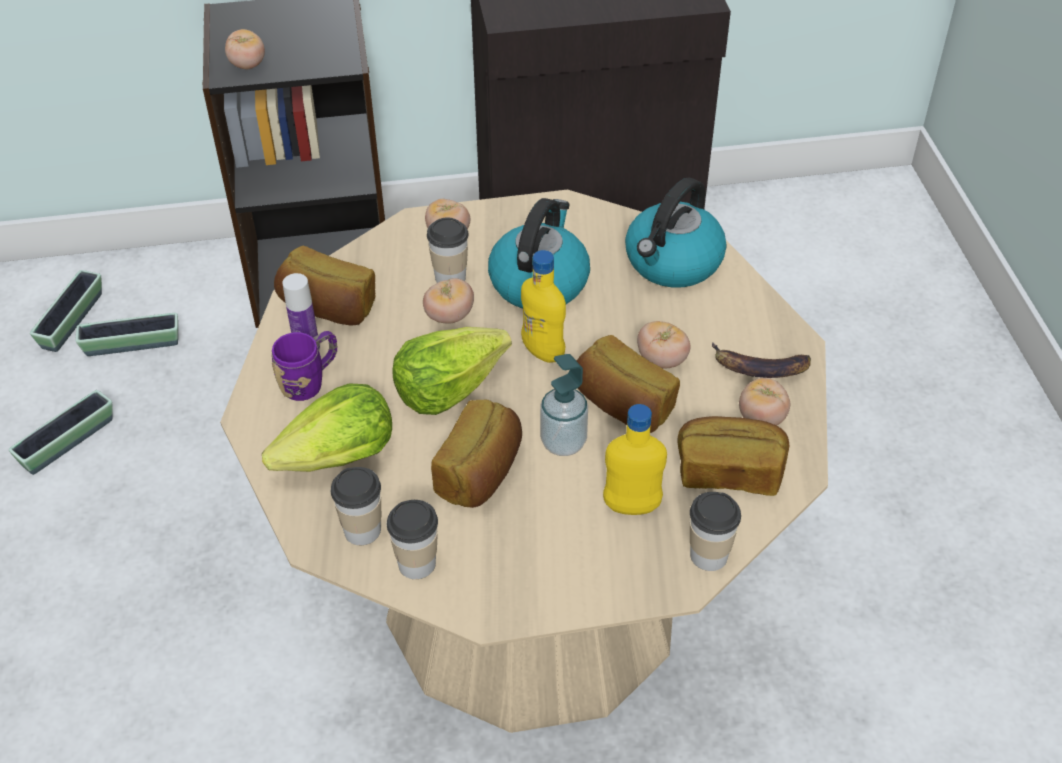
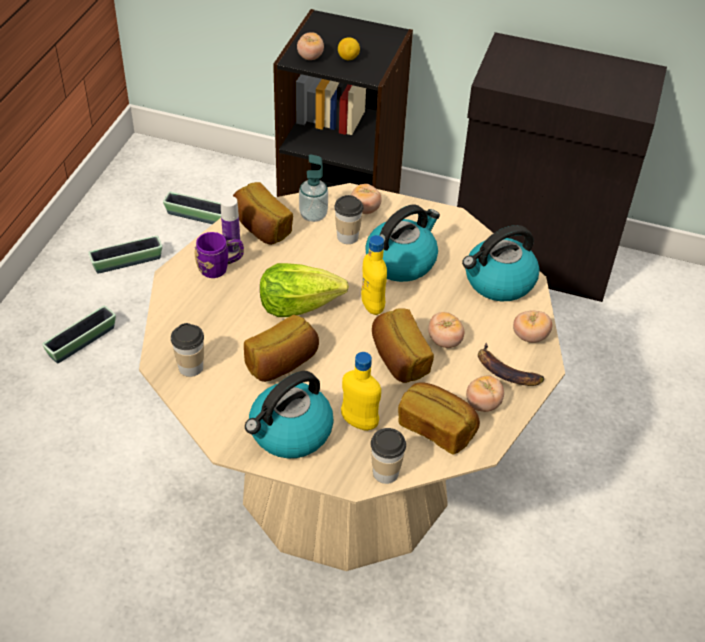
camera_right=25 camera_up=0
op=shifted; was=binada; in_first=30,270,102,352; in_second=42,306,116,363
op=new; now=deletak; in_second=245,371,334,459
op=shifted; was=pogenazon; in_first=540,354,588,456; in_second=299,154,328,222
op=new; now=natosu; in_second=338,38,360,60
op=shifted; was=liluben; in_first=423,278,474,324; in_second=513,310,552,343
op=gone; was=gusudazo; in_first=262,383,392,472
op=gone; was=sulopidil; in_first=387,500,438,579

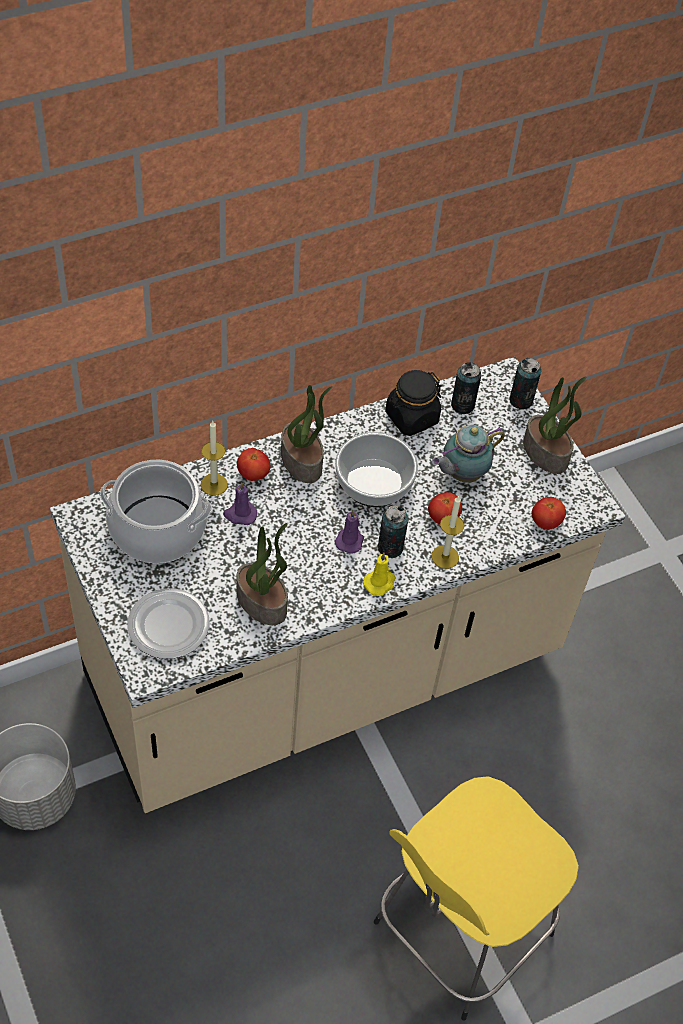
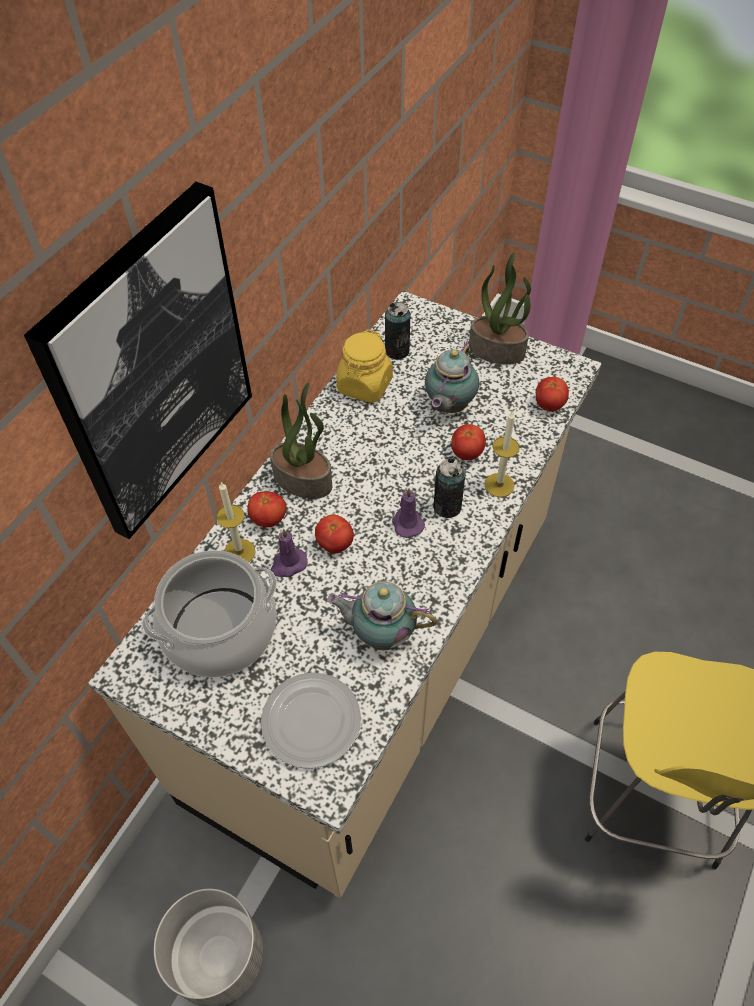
camera_right=-30 camera_up=0
op=new; now=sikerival; in_second=24,182,252,539
op=new; now=liluben; in_second=315,514,354,553
op=swapped; was=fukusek; now=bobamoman; in_first=236,523,288,625; in_second=327,581,437,650
op=repainted; was=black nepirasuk; now=yellow nepirasuk; in_first=385,370,442,436; in_second=336,329,393,403
op=gone; was=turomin; in_first=335,432,418,507
op=gone; was=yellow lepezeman; in_first=363,553,395,596
op=gone; was=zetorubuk; in_first=509,358,541,409

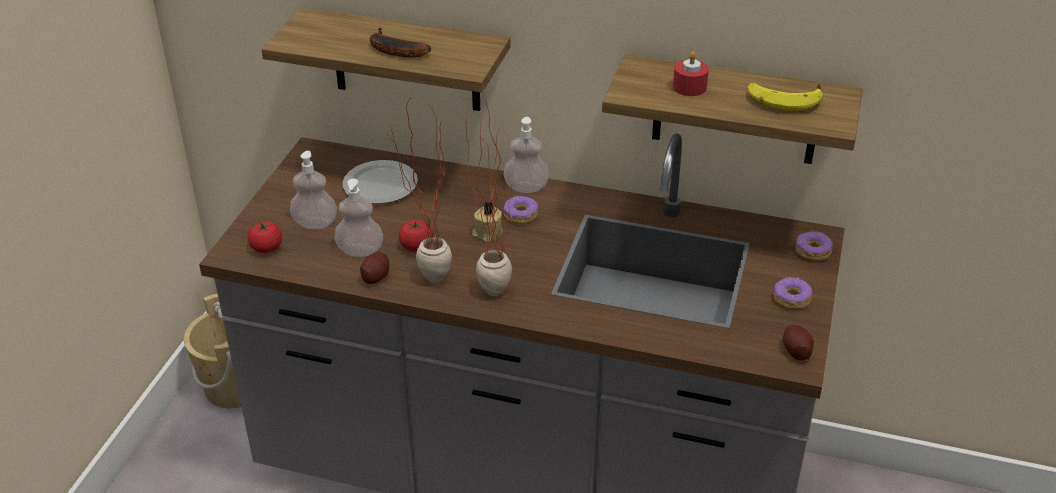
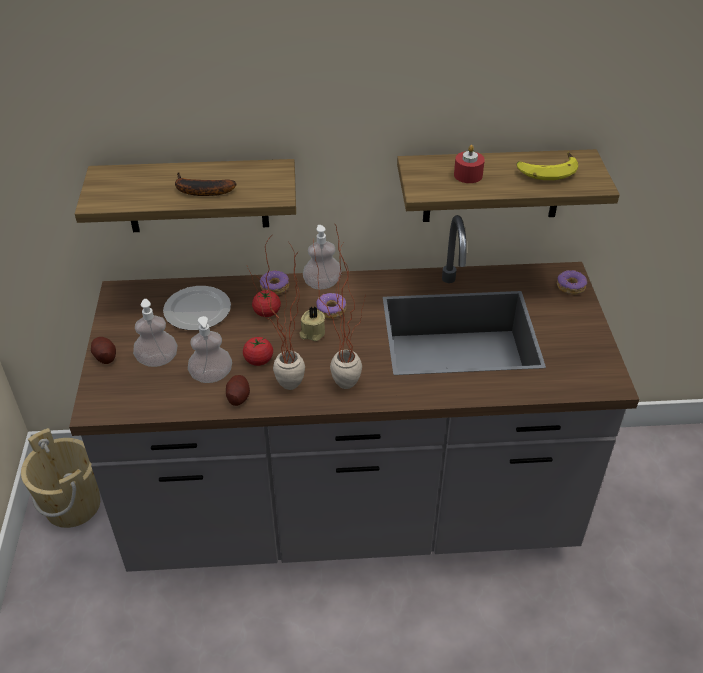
camera_right=-20 camera_up=5
op=shifted; was=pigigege; in_first=783,325,814,361; in_second=91,337,116,364
op=shifted; was=liluben; in_first=247,221,282,253; in_second=252,290,281,317
op=shifted; was=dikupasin; in_first=773,277,813,309; in_second=260,270,289,295

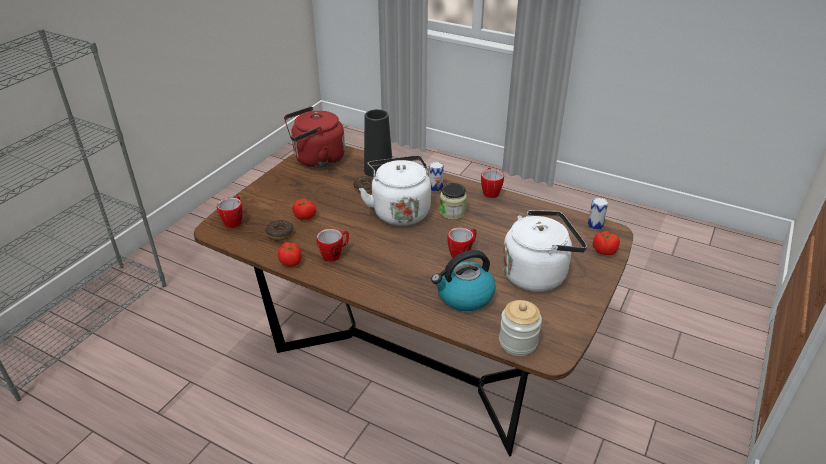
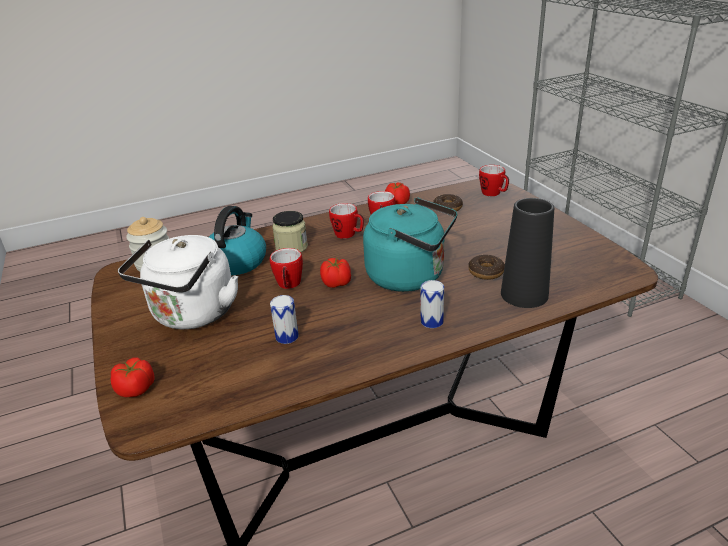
camera_right=130 camera_up=-5
op=shifted; was=zetorubuk; in_first=588,197,608,230; in_second=270,295,299,344
op=shifted; was=nepirasuk; in_first=440,183,467,220; in_second=272,211,308,252
op=shifted; was=liluben; in_first=292,198,316,220; in_second=320,257,351,288
op=shifted; was=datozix; in_first=481,167,504,198; in_second=329,203,364,239
op=repainted; was=white deletak; now=turquoise deletak; in_first=359,155,431,226; in_second=363,197,457,292
op=gone; was=red deletak; in_first=284,106,345,168

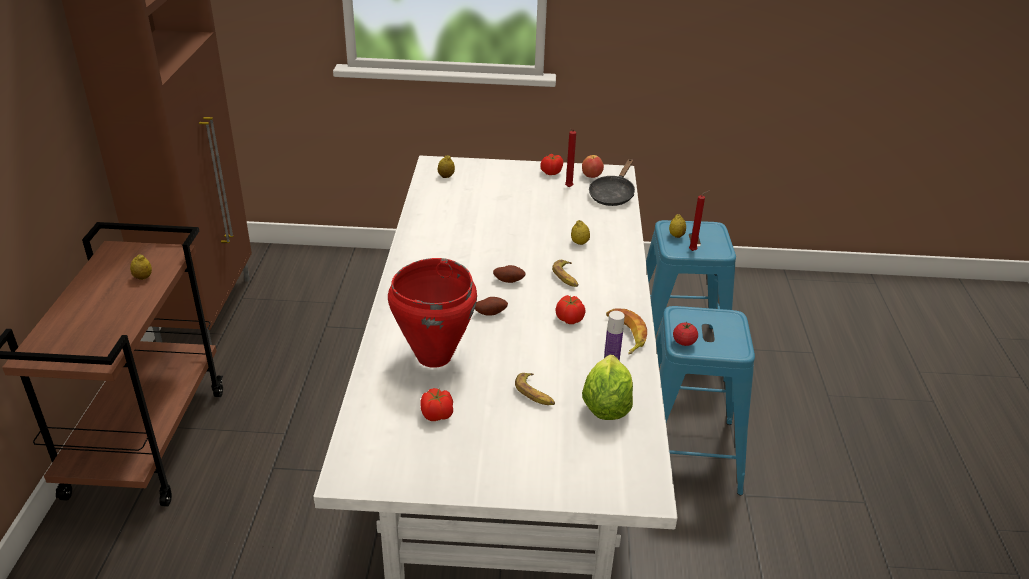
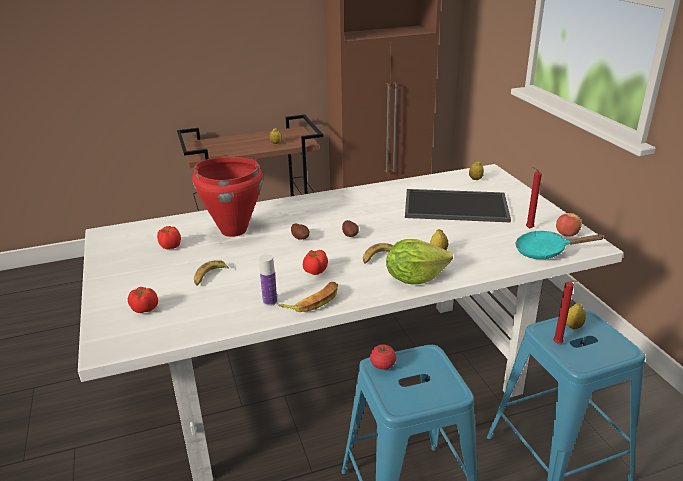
camera_right=70 camera_up=-5
op=shifted; was=liluben; in_first=541,154,563,175; in_second=128,287,158,313
op=shifted; was=gusudazo; in_first=582,355,633,420; in_second=386,239,453,284
op=new; now=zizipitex; in_second=405,189,511,223
op=repainted; was=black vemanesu; now=turquoise vemanesu; in_first=589,159,635,206; in_second=515,231,605,259

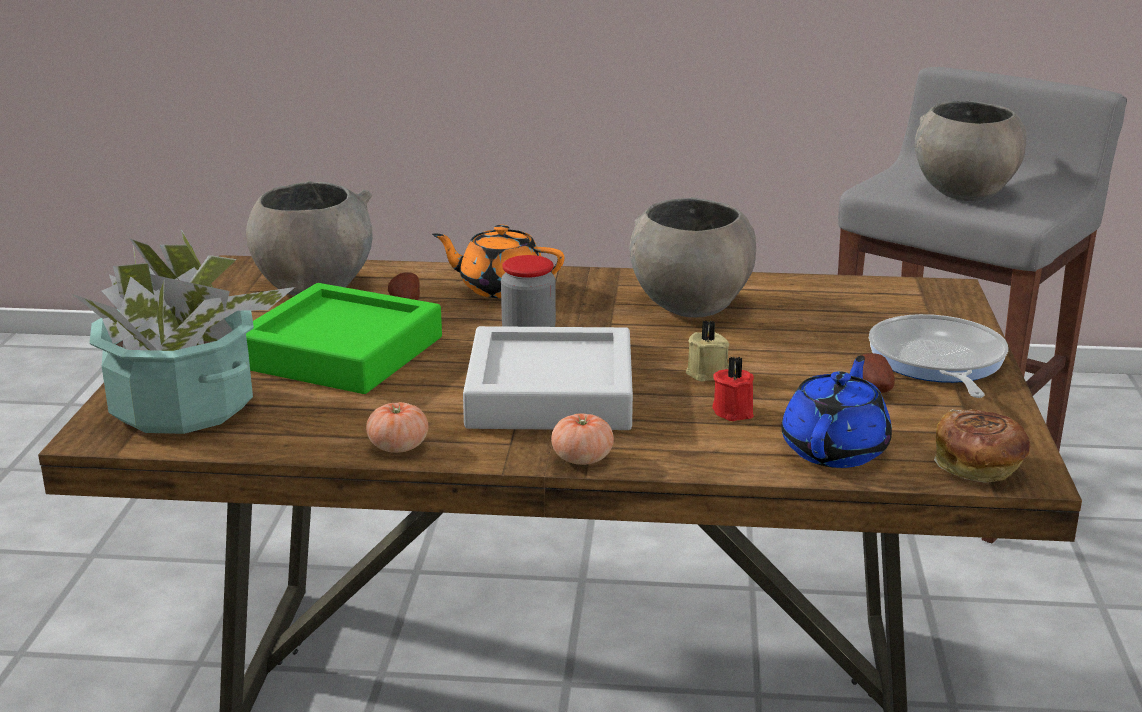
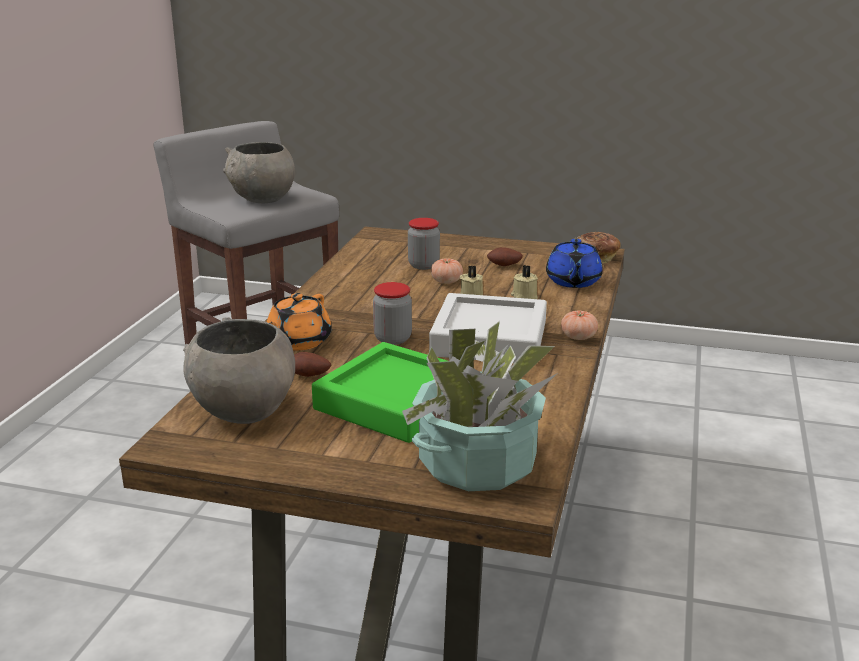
camera_right=-80 camera_up=0
op=new; now=nepirasuk; in_second=408,218,440,270
op=shifted; was=liluben; in_first=366,402,428,453; in_second=431,258,463,284
op=repainted; was=red lepezeman; now=beige lepezeman; in_first=712,356,754,421; in_second=511,265,538,299
op=rotated; was=blue bobamoman; in_first=781,355,892,468; in_second=546,239,603,288; clockwise=-120
op=gone; was=grey turomin; in_first=630,197,756,317
op=gone; was=vemanesu; in_first=869,314,1008,398

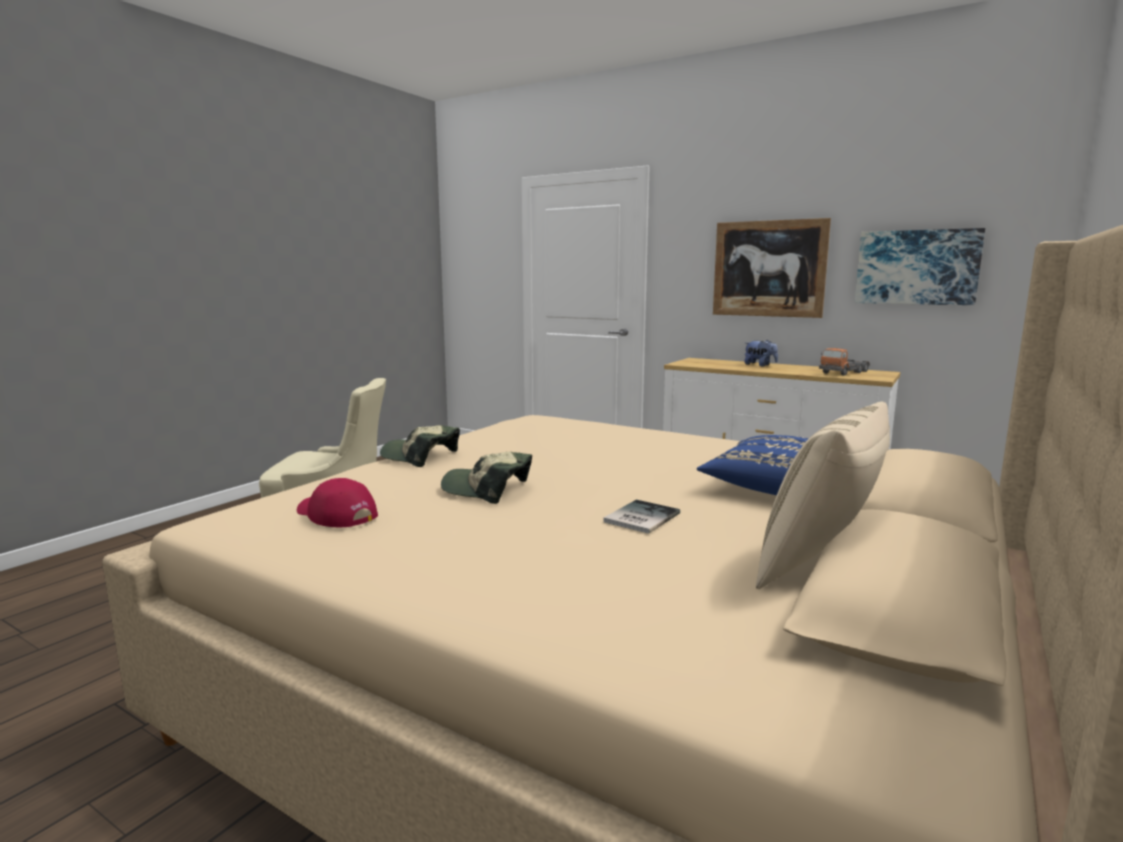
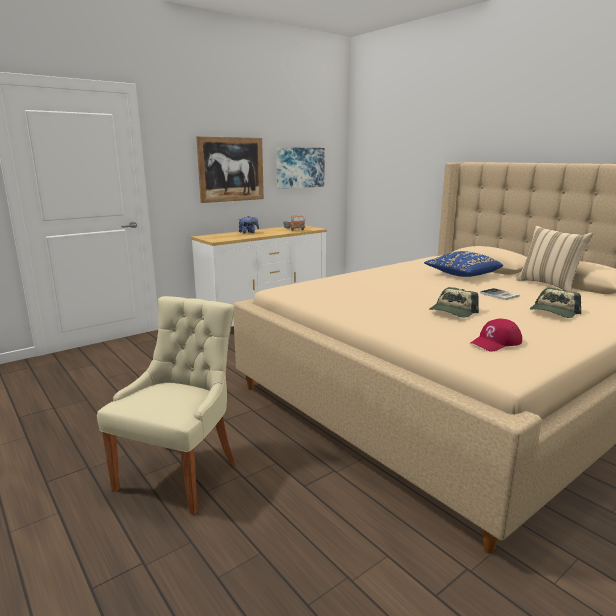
camera_right=-70 camera_up=5
op=shifted; was=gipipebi; in_first=380,425,460,467; in_second=530,288,581,318

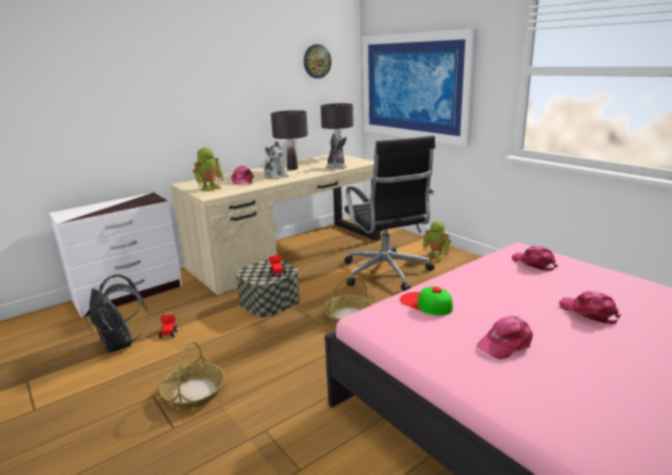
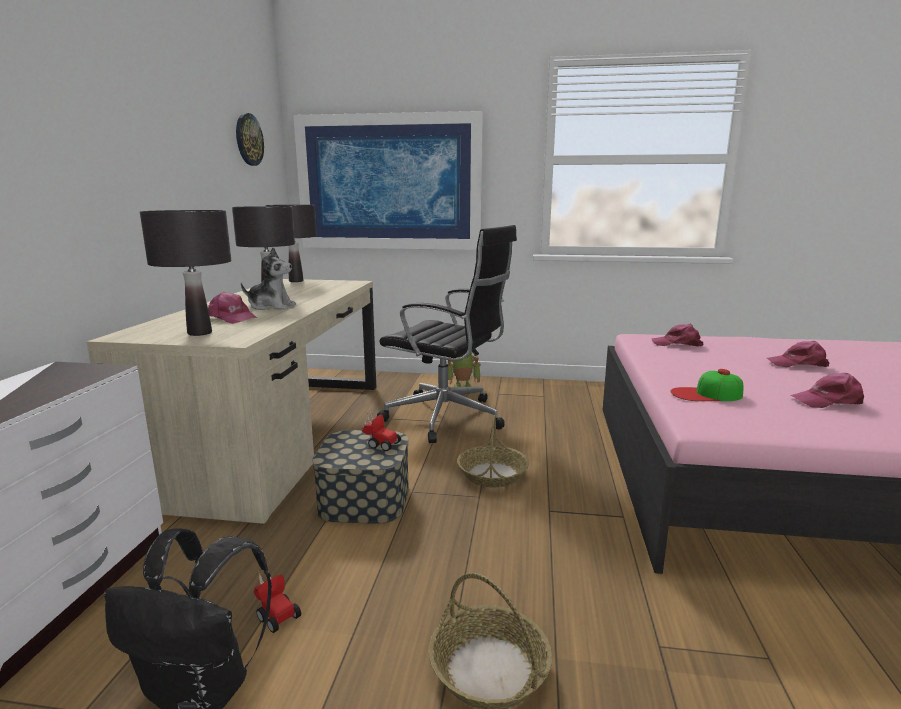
camera_right=-45 camera_up=-5
op=swapped; was=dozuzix; now=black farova; in_first=193,147,223,191; in_second=140,210,231,336
op=rotated; was=pink gipipebi; in_first=477,316,533,360; in_second=790,373,864,408; clockwise=75
op=gone; was=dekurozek; in_first=326,133,347,169

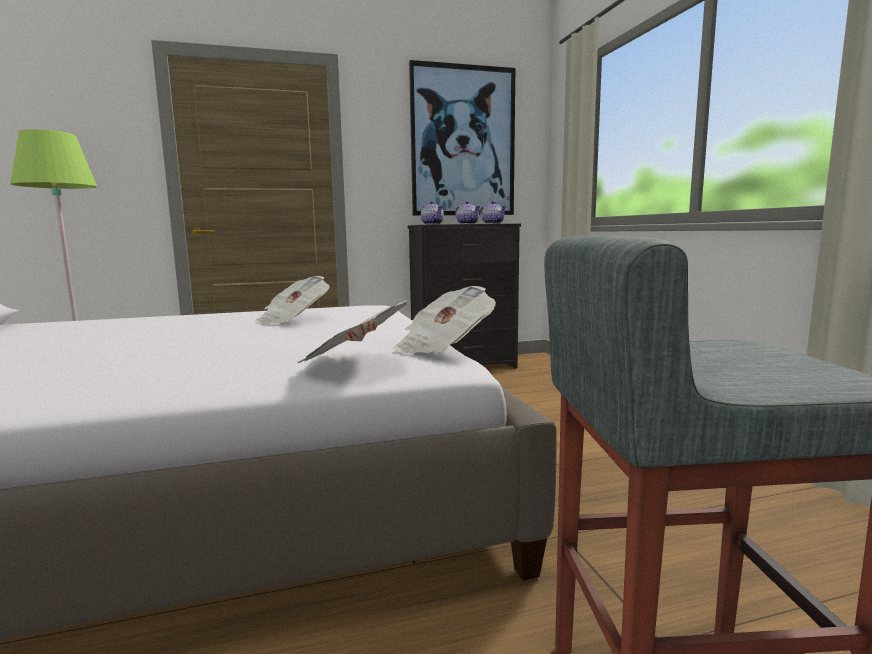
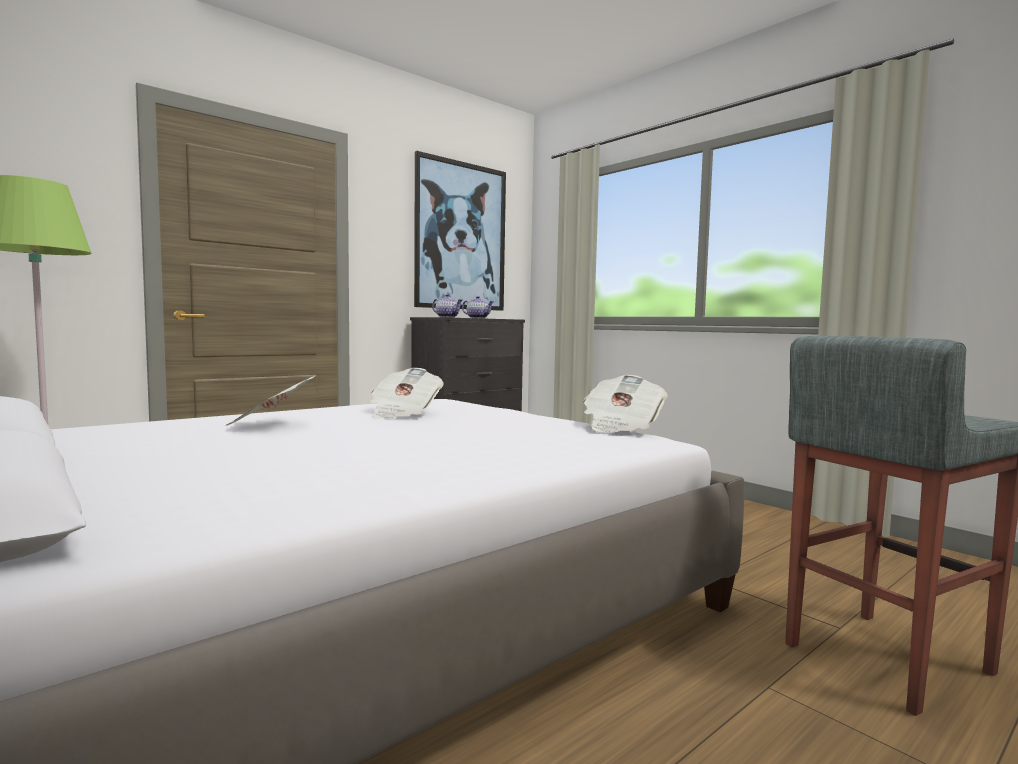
camera_right=-25 camera_up=-5
op=shifted; was=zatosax; in_first=297,300,407,363; in_second=225,376,315,426
op=gone; was=bobamoman; in_first=480,201,507,224

